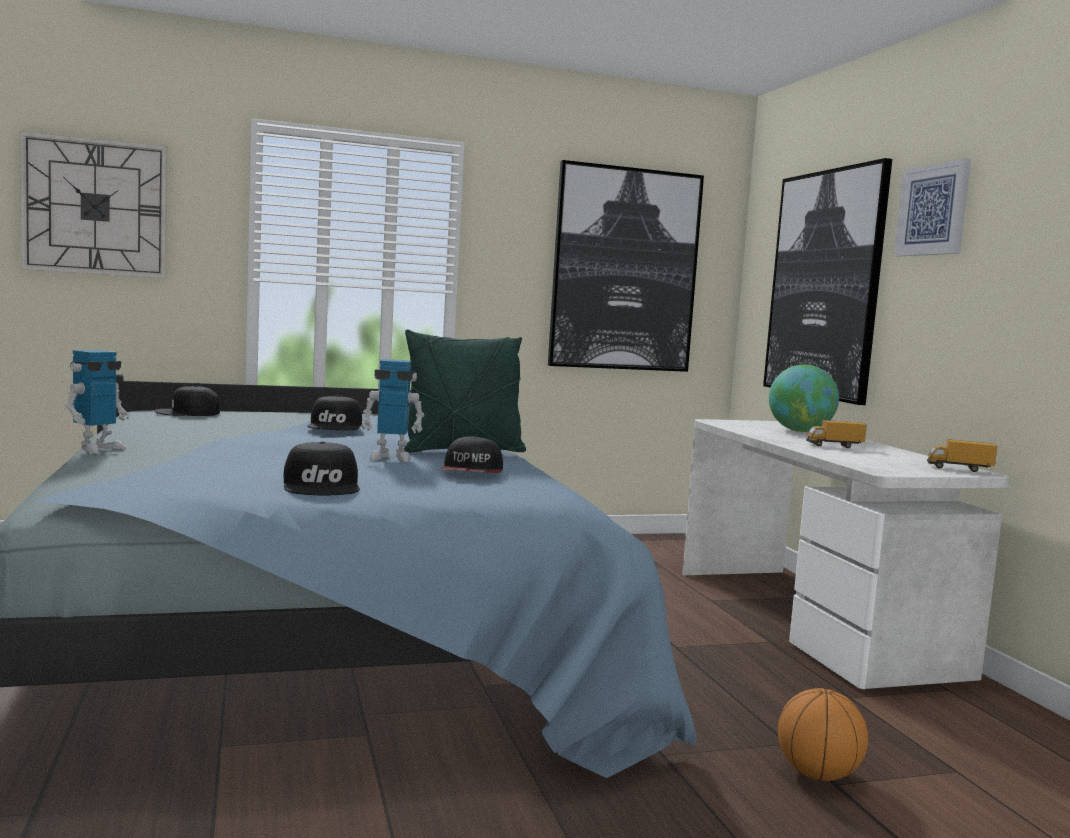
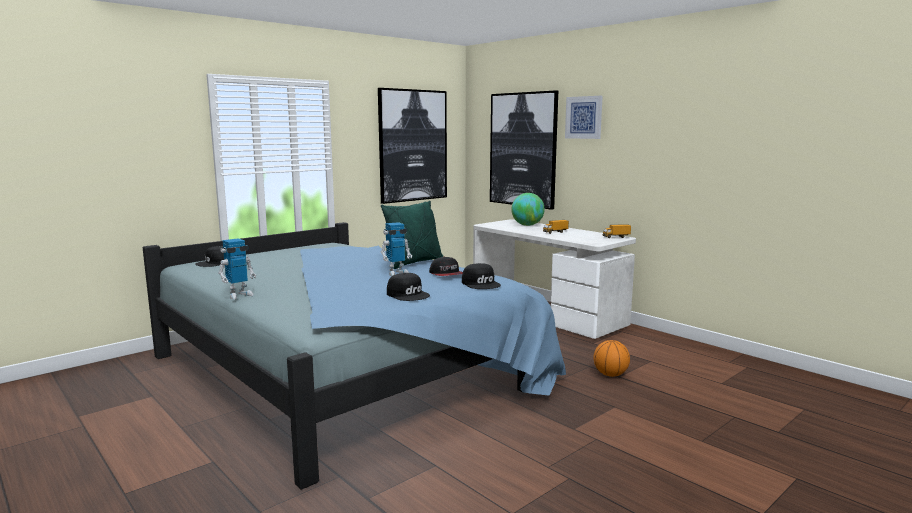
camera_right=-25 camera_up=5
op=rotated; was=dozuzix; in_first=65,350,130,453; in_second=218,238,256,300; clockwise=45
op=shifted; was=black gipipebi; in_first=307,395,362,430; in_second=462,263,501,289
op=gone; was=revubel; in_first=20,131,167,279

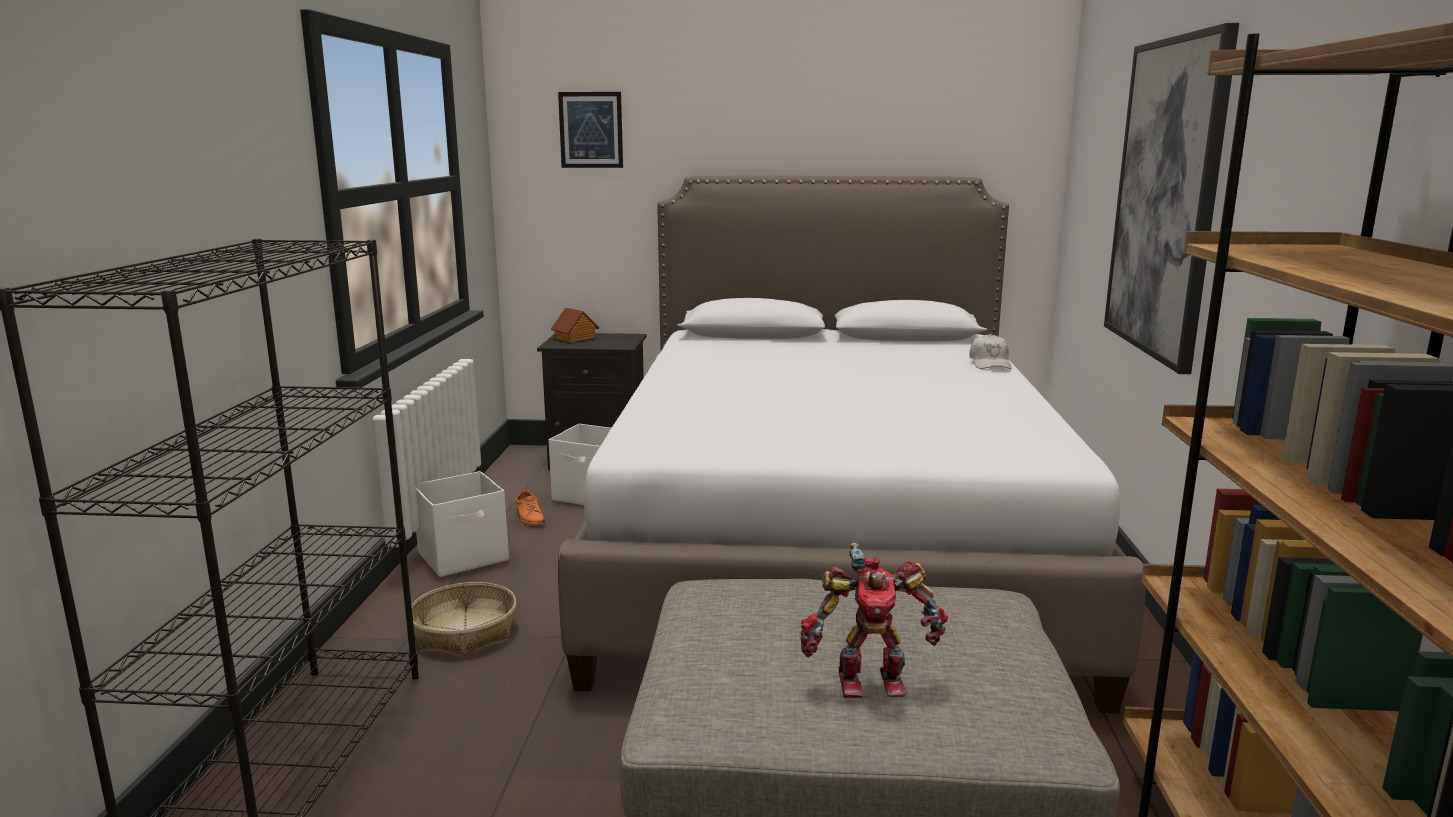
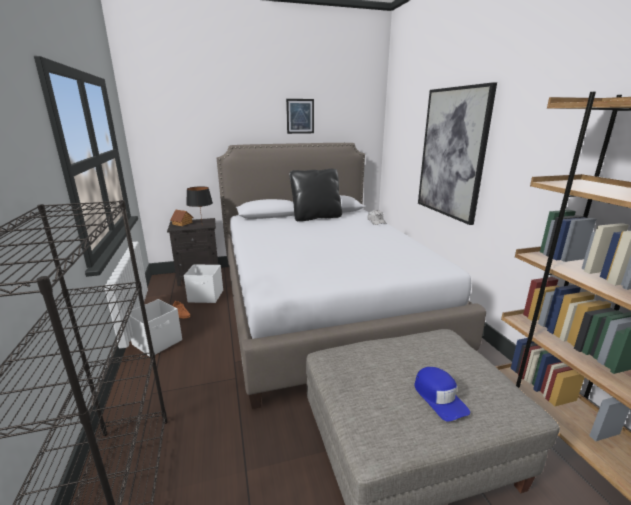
camera_right=-20 camera_up=5
op=new; now=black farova; in_second=186,186,213,220
op=shifted; was=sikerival; in_first=558,92,623,168; in_second=286,99,314,134
op=new; now=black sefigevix; in_second=289,169,342,221
op=swapped; was=dozuzix; now=blue gipipebi; in_first=800,543,948,698; in_second=414,367,470,421
op=gone; was=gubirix; in_first=412,582,517,656

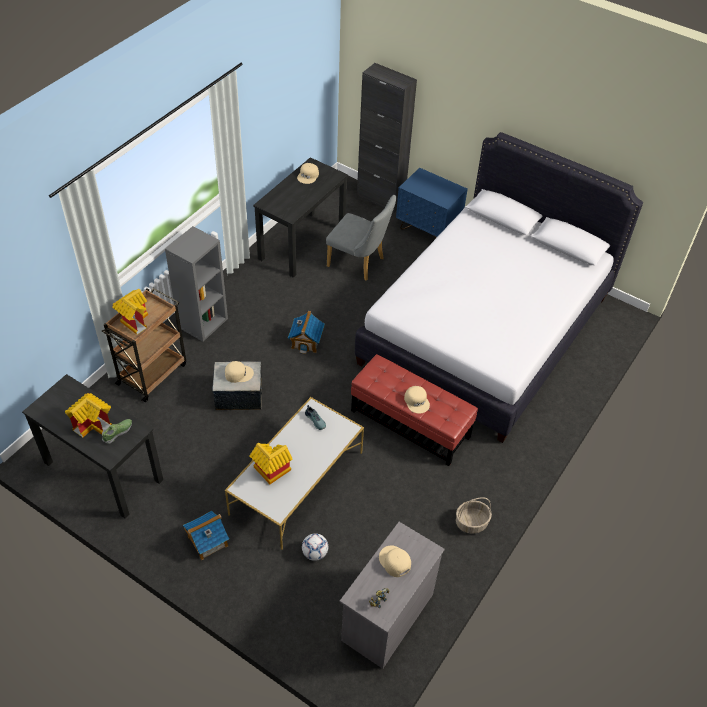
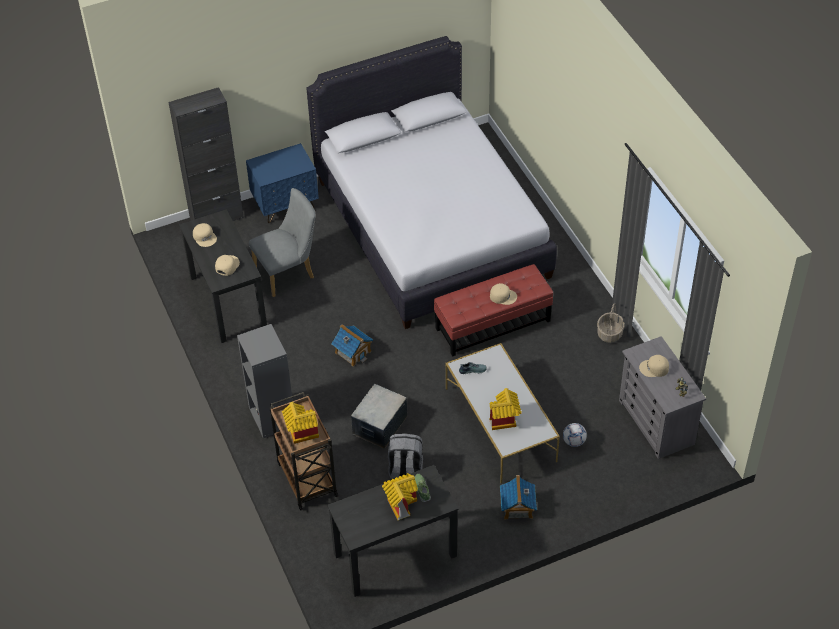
camera_right=-55 camera_up=0
op=shifted; was=beige gipipebi; in_first=225,361,254,383; in_second=215,255,240,276
op=new; now=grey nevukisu; in_second=388,433,423,479

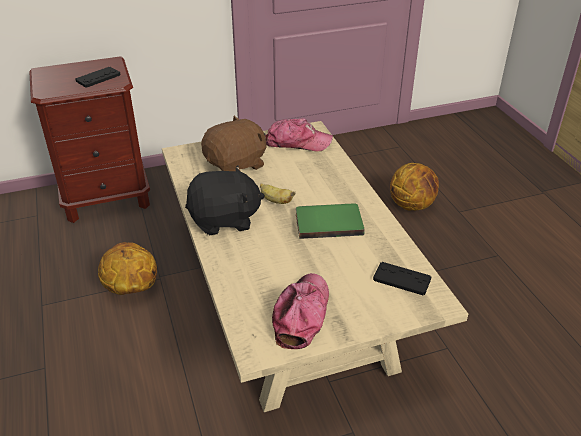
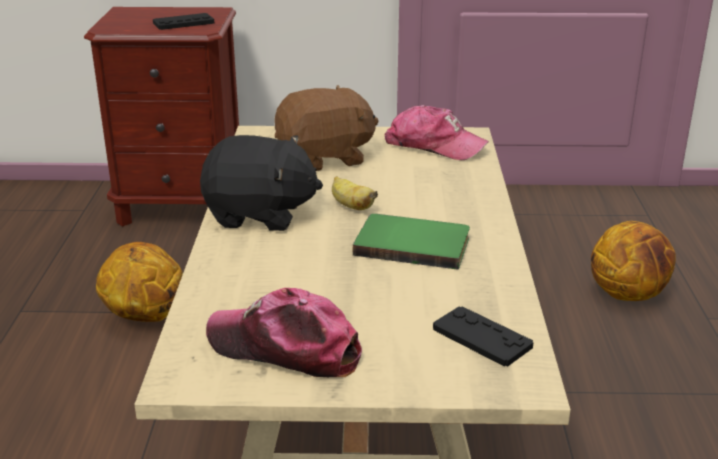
camera_right=20 camera_up=-10
op=rotated; was=gipipebi; in_first=272,273,329,349; in_second=206,288,362,377; clockwise=-105

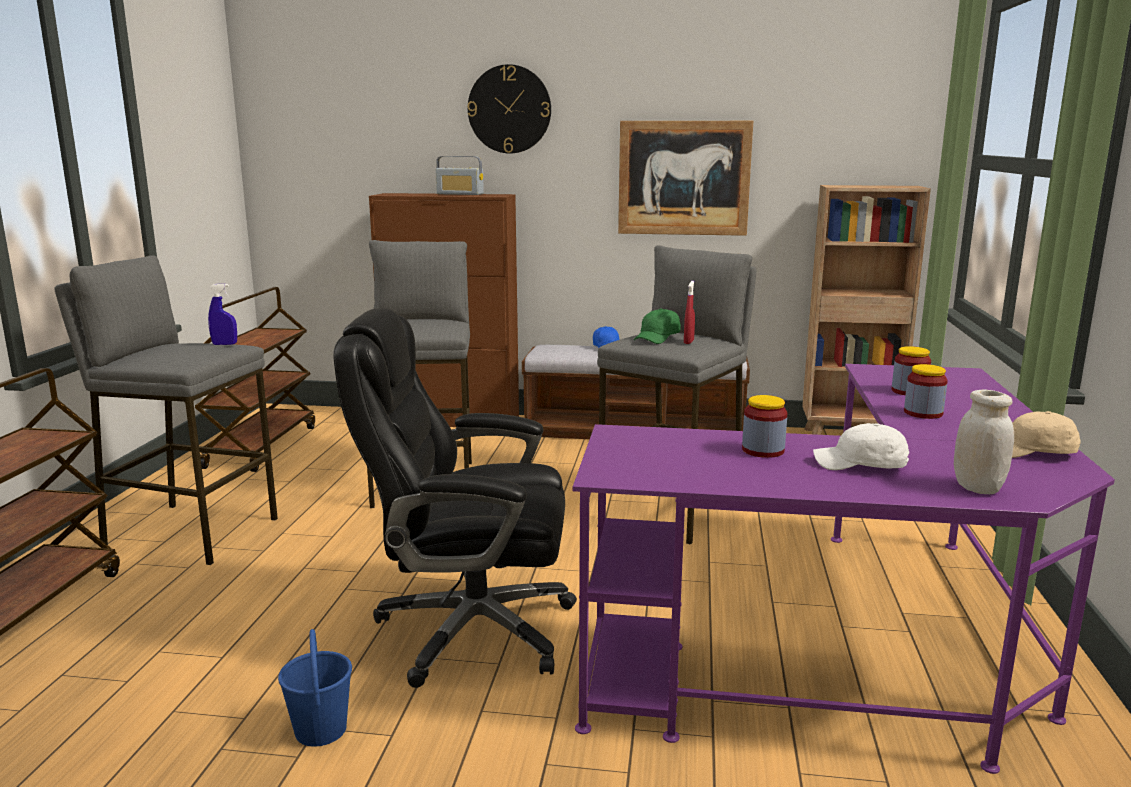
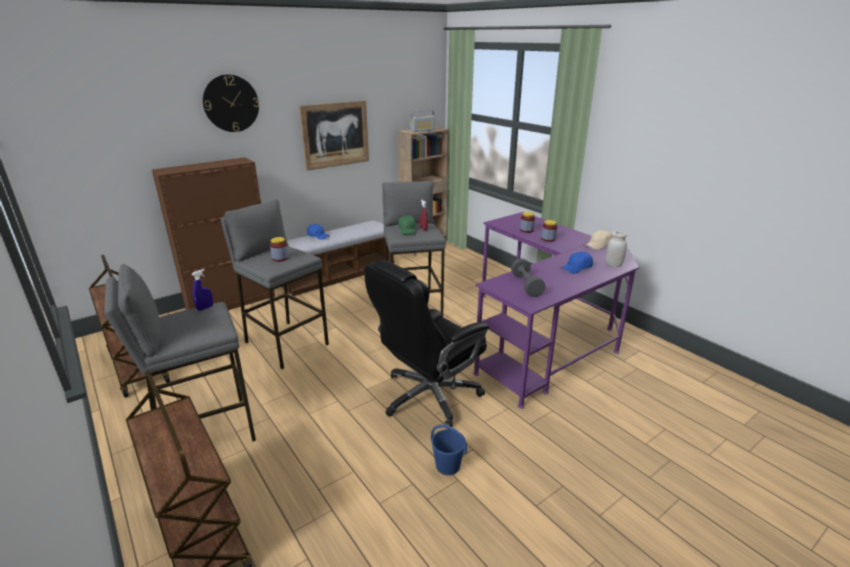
camera_right=-45 camera_up=10
op=shifted; was=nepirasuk; in_first=742,395,787,458; in_second=270,237,289,262
op=shifted; was=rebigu; in_first=436,156,484,195; in_second=410,110,435,132
op=new; now=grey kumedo; in_second=511,258,545,297
op=repainted; was=white gipipebi; now=blue gipipebi; in_first=813,423,909,470; in_second=561,252,593,274

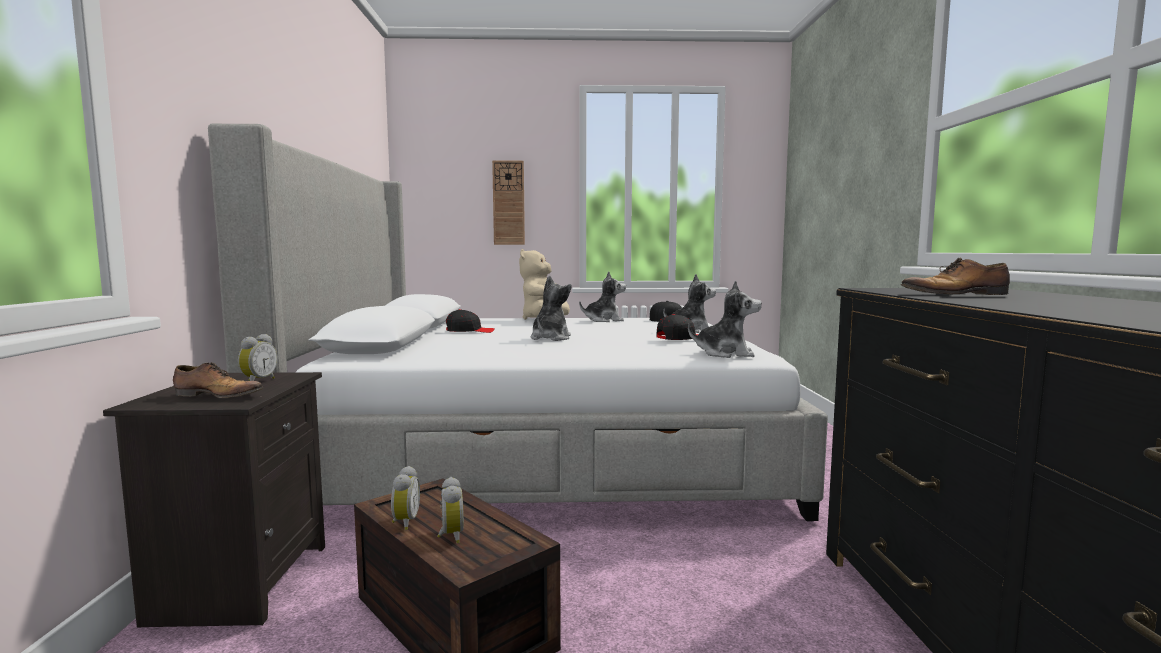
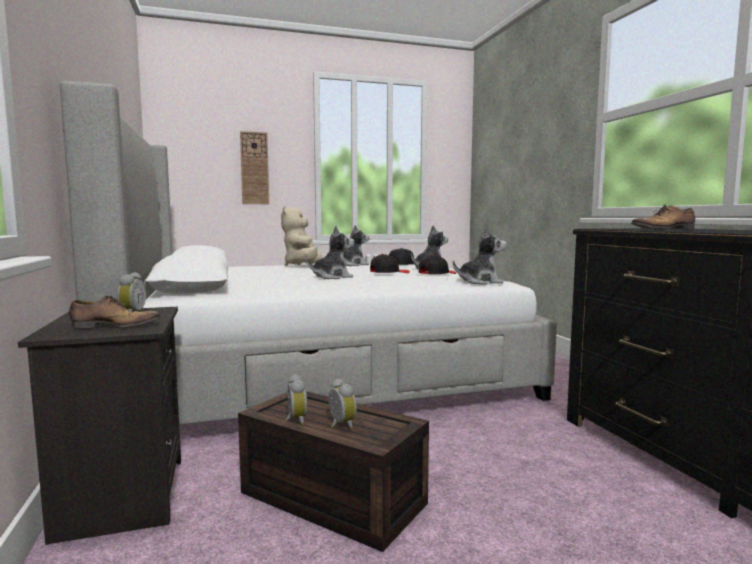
camera_right=-15 camera_up=0
op=rotated; was=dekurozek; in_first=531,276,572,341; in_second=307,226,354,279; clockwise=60
op=shifted; was=black gipipebi; in_first=446,309,495,333; in_second=370,254,410,273

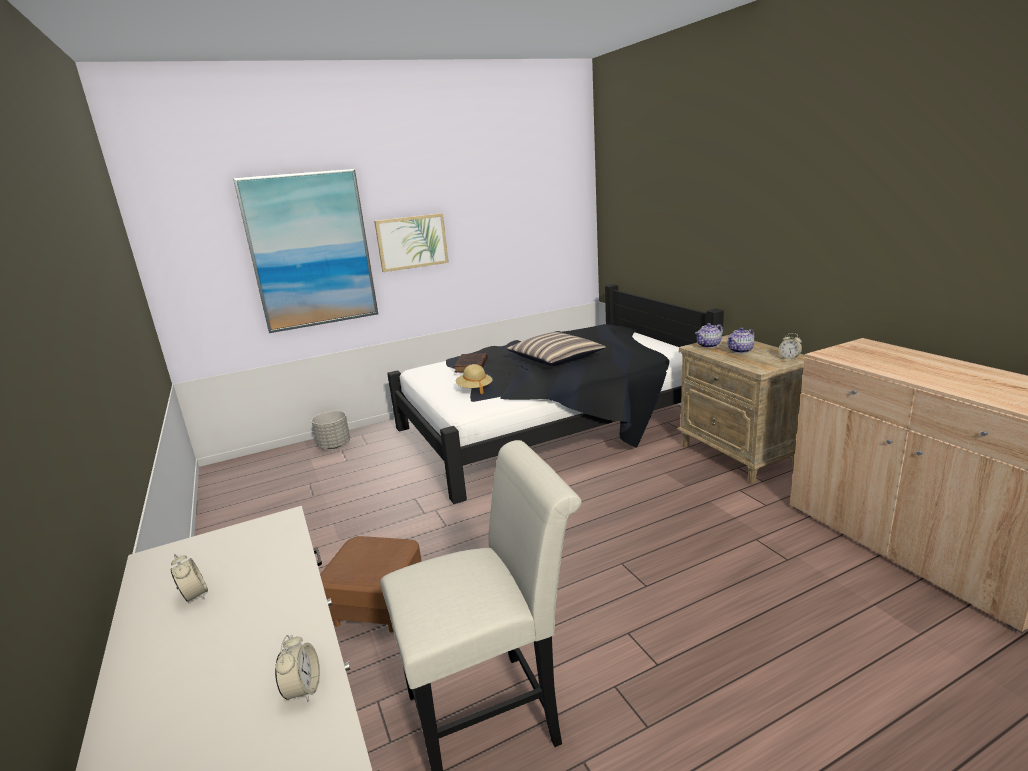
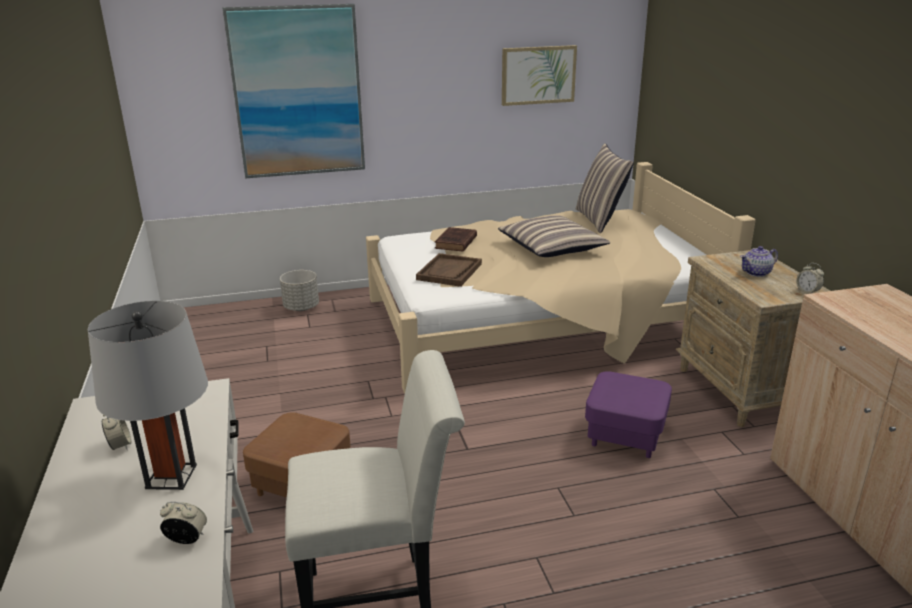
camera_right=10 camera_up=5
op=new; now=grey farova; in_second=87,301,208,490
op=rotated; was=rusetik; in_first=275,635,320,702; in_second=160,502,207,544; clockwise=-90
op=repainted; was=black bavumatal; now=beige bavumatal; in_first=387,284,724,504; in_second=366,162,756,394
op=swapped; was=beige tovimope; now=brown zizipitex; in_first=456,364,492,394; in_second=416,253,482,287
op=shifted; was=sikerival; in_first=374,213,449,272; in_second=502,45,577,106
op=new; now=sefigevix; in_second=576,143,634,233
op=new; now=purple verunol; in_second=585,371,672,458
op=gone; was=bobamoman; in_first=695,323,723,348

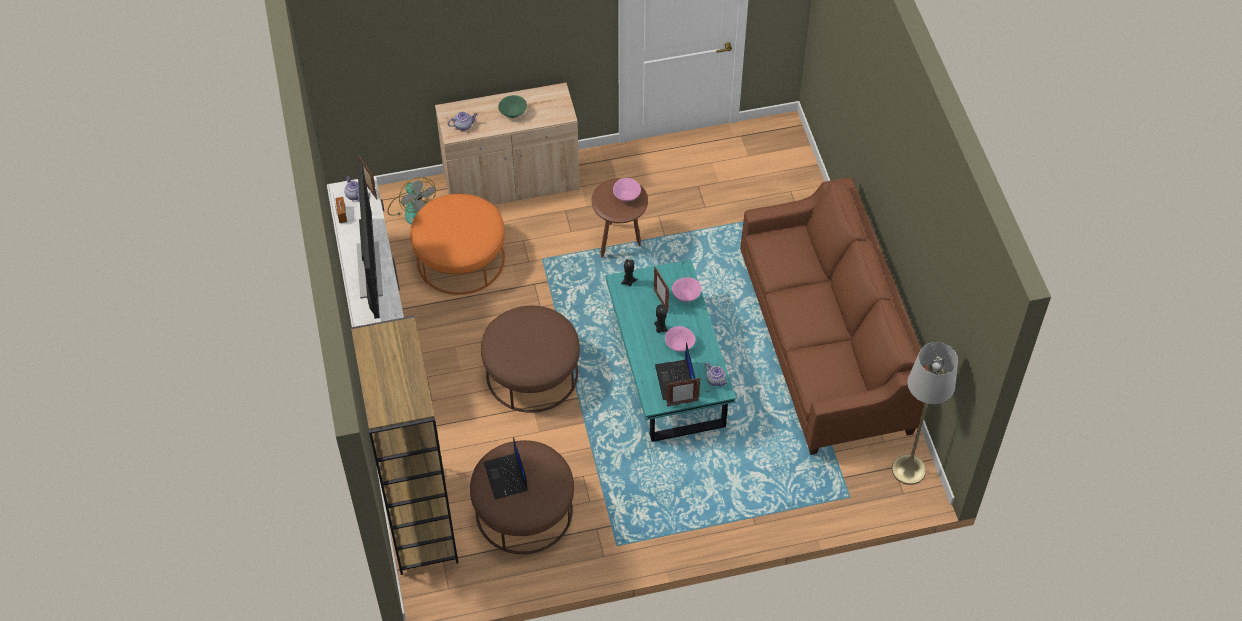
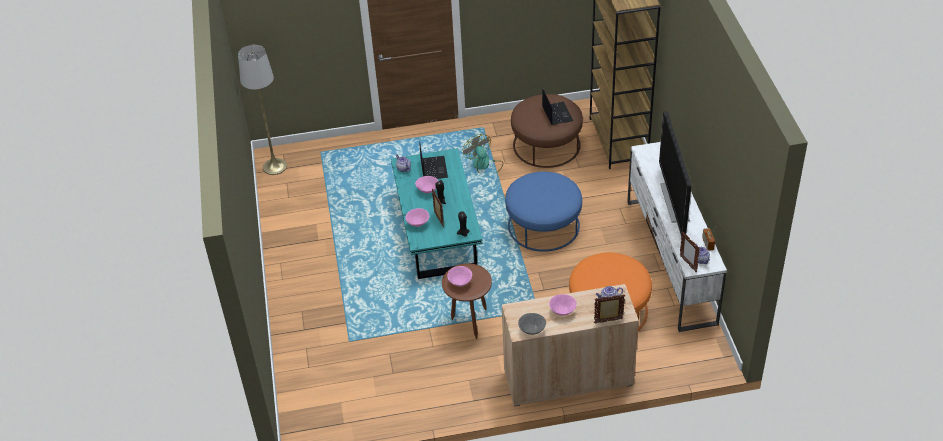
camera_right=-175 camera_up=-10
op=shifted; was=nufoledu; in_first=387,177,436,225; in_second=463,134,503,175
op=repainted; was=brown verunol; now=blue verunol; in_first=481,306,580,413; in_second=505,172,582,252
op=new; now=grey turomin; in_second=518,313,546,335
op=repainted; was=green turomin; now=pink turomin; in_first=498,95,527,118; in_second=549,294,577,316
op=shifted; was=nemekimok; in_first=666,378,701,406; in_second=594,294,625,324
op=gone; was=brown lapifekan; in_first=740,178,930,455

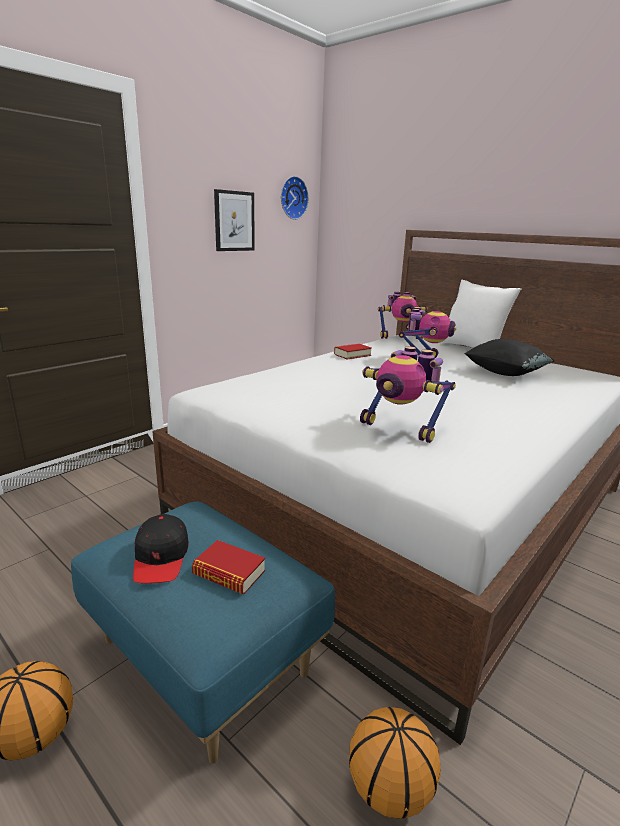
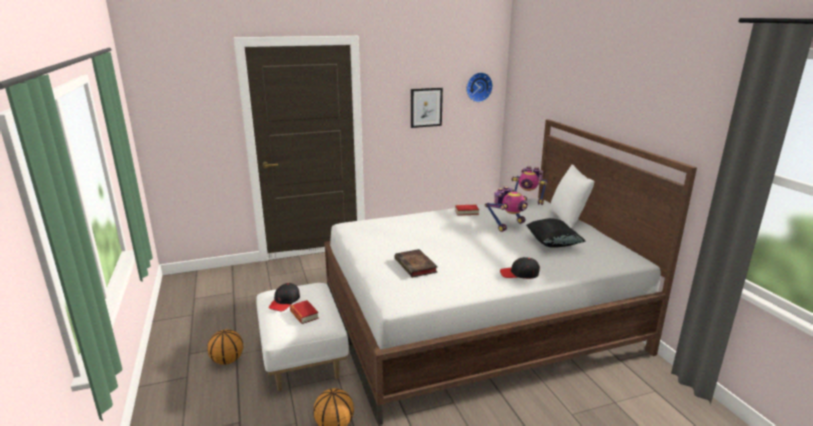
camera_right=30 camera_up=0
op=repainted; was=blue verunol; now=white verunol; in_first=71,501,335,764; in_second=257,283,349,392
op=swapped; was=dozuzix; now=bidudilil; in_first=360,346,456,443; in_second=395,249,437,278
op=new; now=black gipipebi; in_second=500,257,540,279

